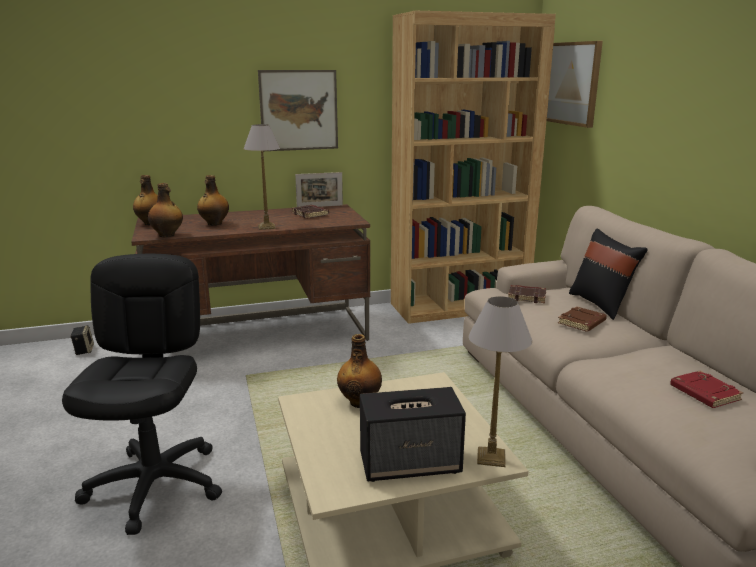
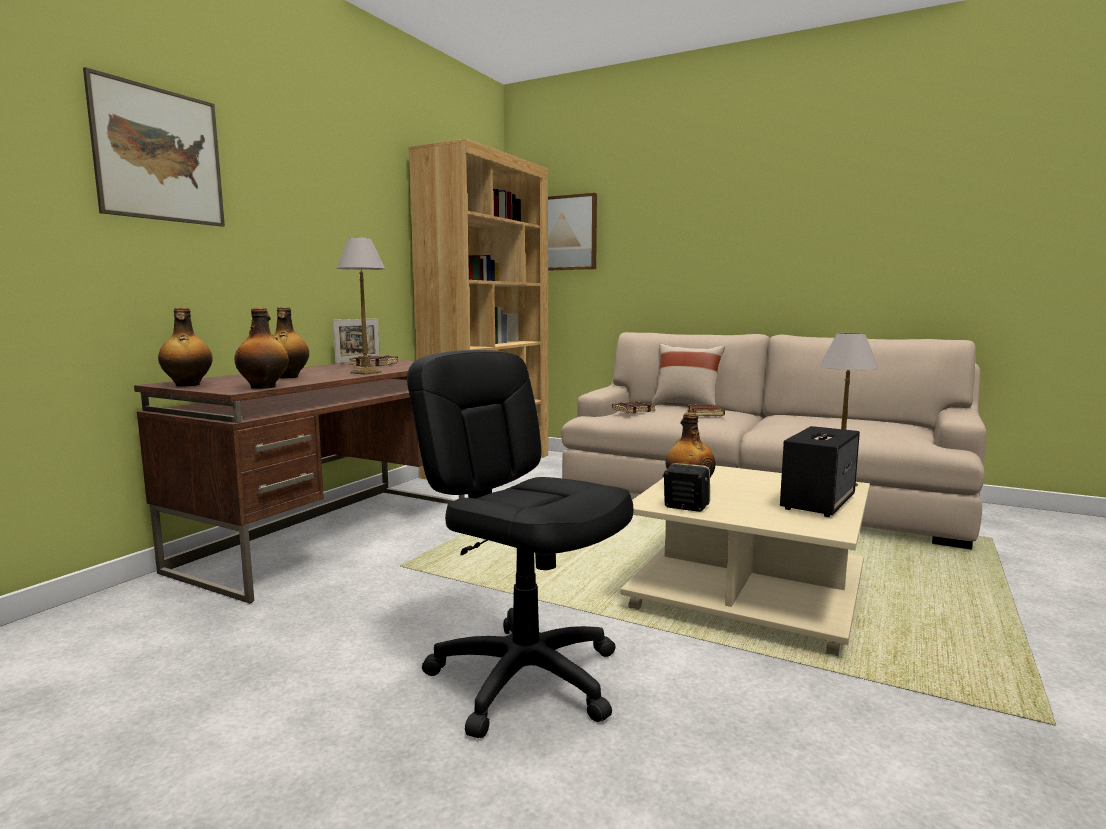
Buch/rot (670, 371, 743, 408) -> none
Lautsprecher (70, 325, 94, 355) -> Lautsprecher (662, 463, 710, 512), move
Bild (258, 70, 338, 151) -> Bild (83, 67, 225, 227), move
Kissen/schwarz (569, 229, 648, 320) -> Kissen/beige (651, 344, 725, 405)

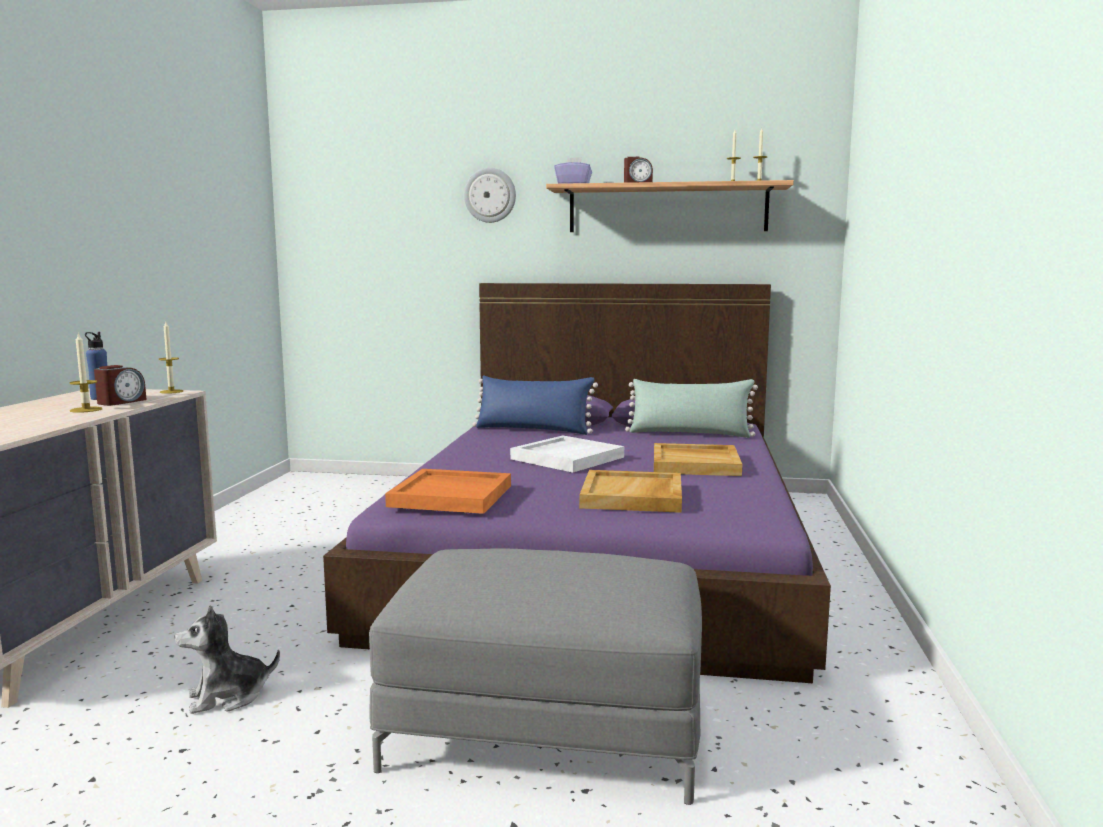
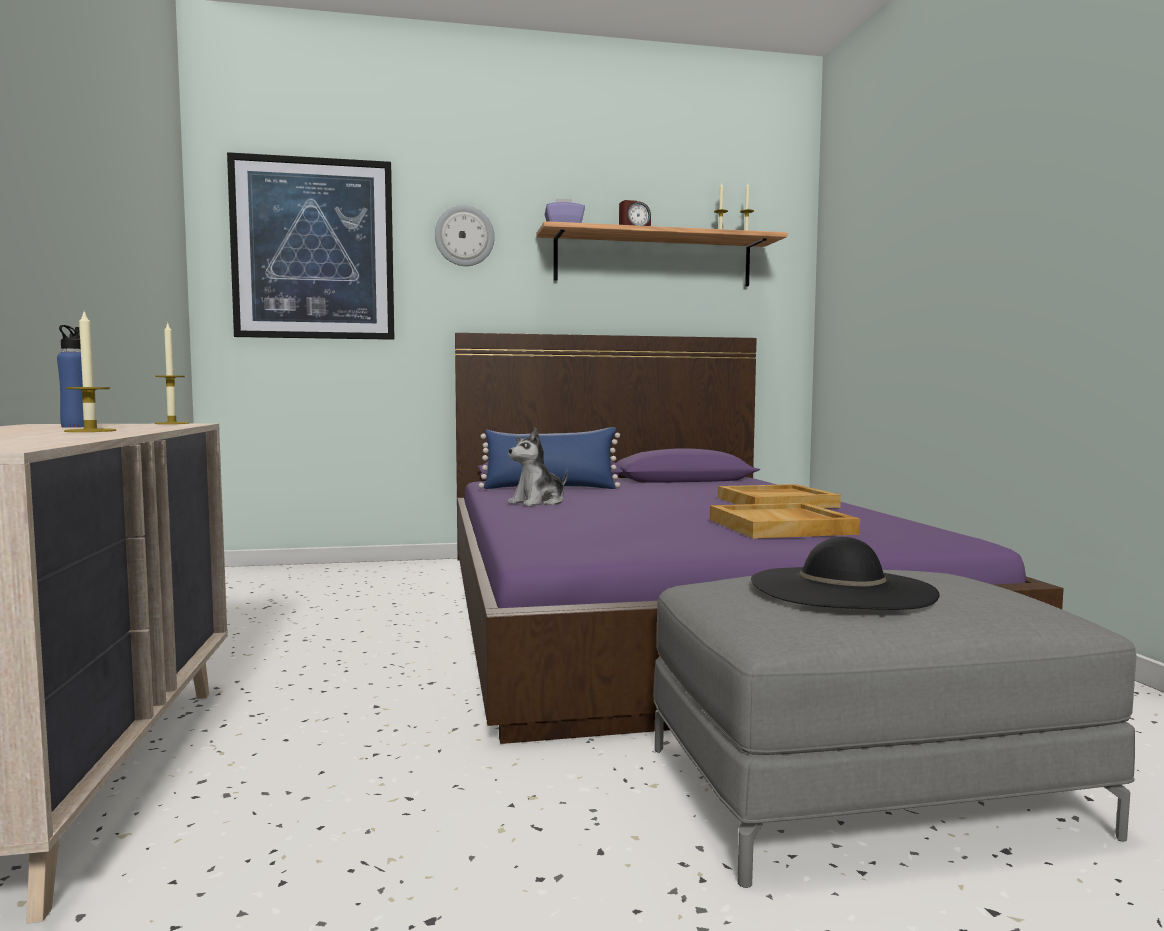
Wecker (94, 365, 147, 406) -> none
Tablett/orange (385, 469, 511, 514) -> none
Tablett/weiß (510, 436, 624, 473) -> none
Kissen/grün (625, 379, 758, 438) -> none
none -> Bild (227, 152, 395, 340)
none -> Hut/schwarz (751, 537, 940, 610)
Plüschtier (174, 606, 280, 714) -> Plüschtier (508, 428, 567, 507), move

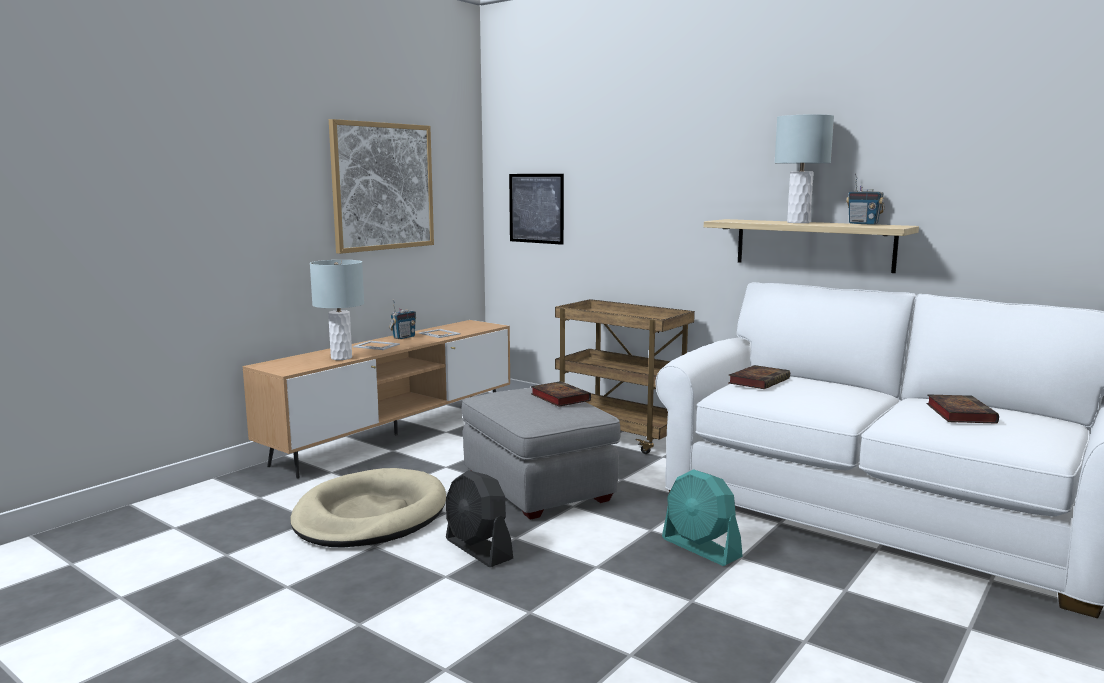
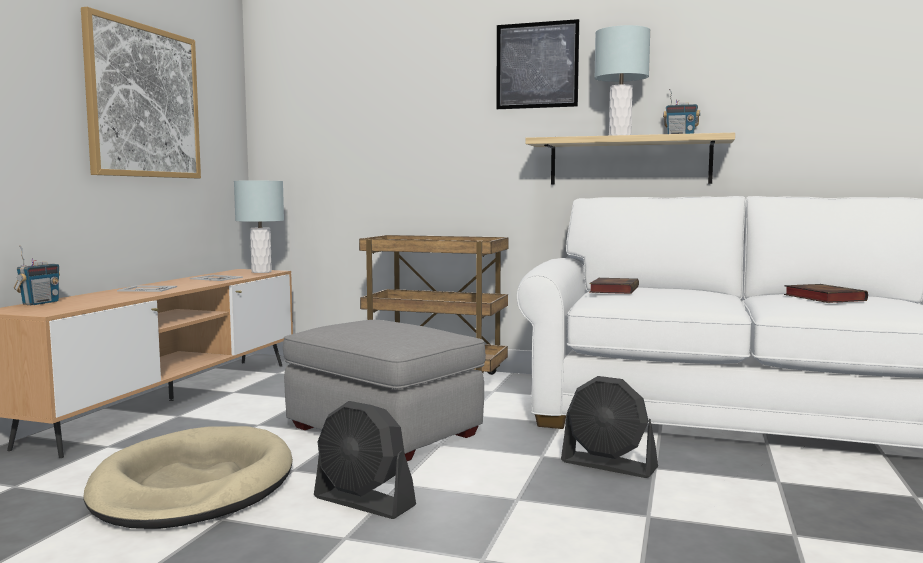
Buch (531, 381, 591, 407) -> none
Tischlampe/grau (310, 260, 364, 360) -> Tischlampe/grau (234, 181, 284, 273), move
Radio (389, 299, 416, 339) -> Radio (14, 245, 60, 305), move
Bild (509, 174, 564, 245) -> Bild (496, 19, 579, 109), move
Ventilator/türkis (662, 469, 743, 566) -> Ventilator/schwarz (561, 376, 658, 478)

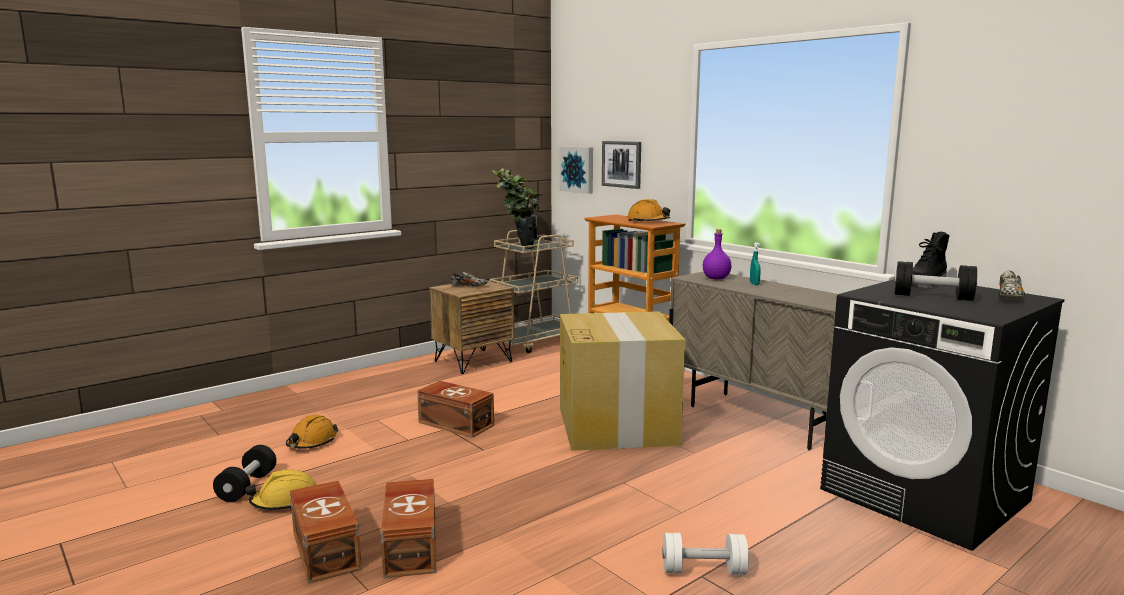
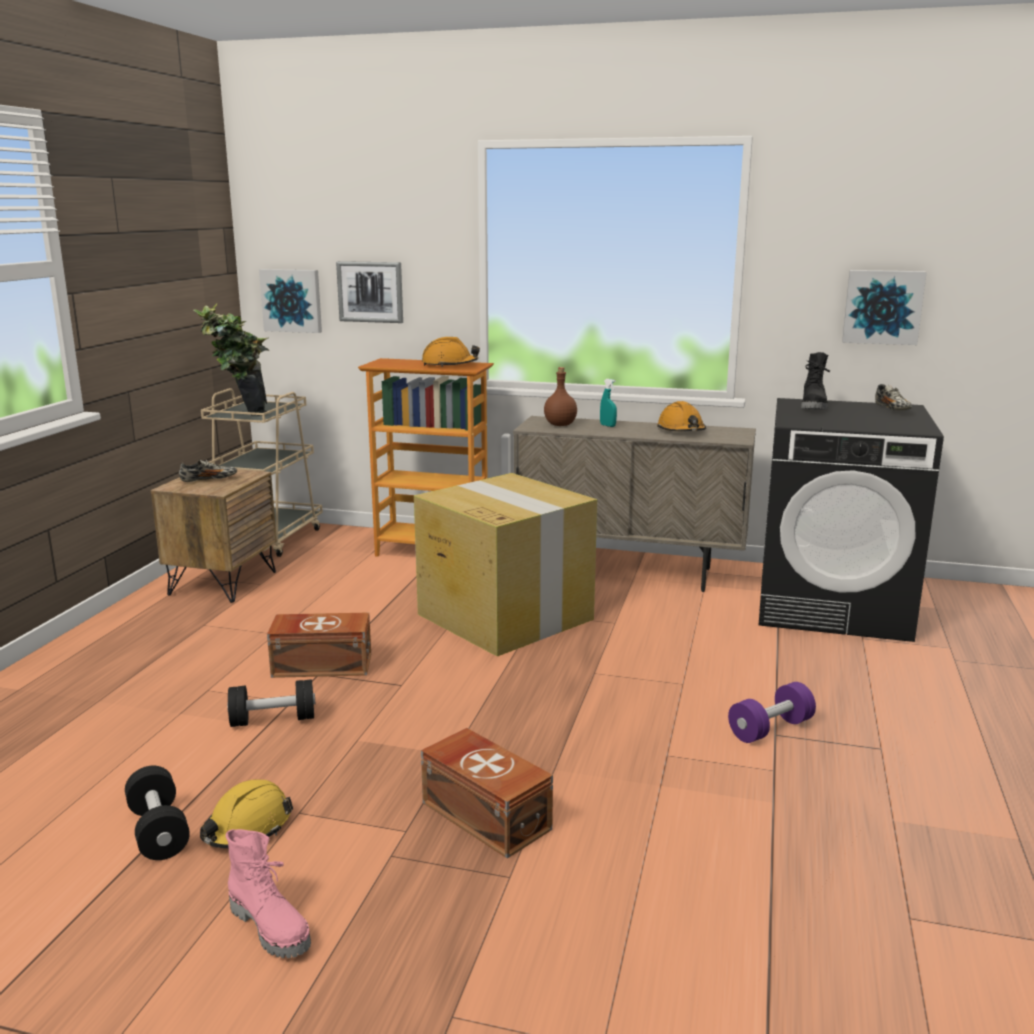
Aufbewahrungsbox/braun (290, 481, 362, 584) -> none
none -> Stiefel/rosa (225, 829, 311, 958)
none -> Bild (842, 270, 927, 345)
Schutzhelm/orange (286, 415, 338, 449) -> Schutzhelm/orange (657, 401, 706, 431), move
Hantel/schwarz (894, 261, 977, 301) -> Hantel/schwarz (227, 679, 315, 727), move
Hantel/weiß (662, 533, 749, 575) -> Hantel/lila (728, 682, 816, 743)
Flasche/lila (703, 229, 731, 280) -> Flasche/braun (544, 367, 577, 426)

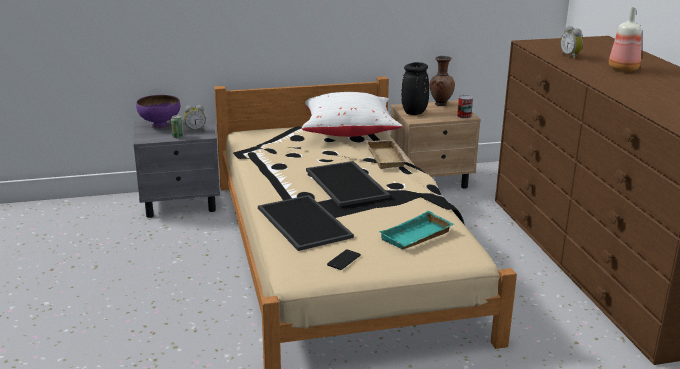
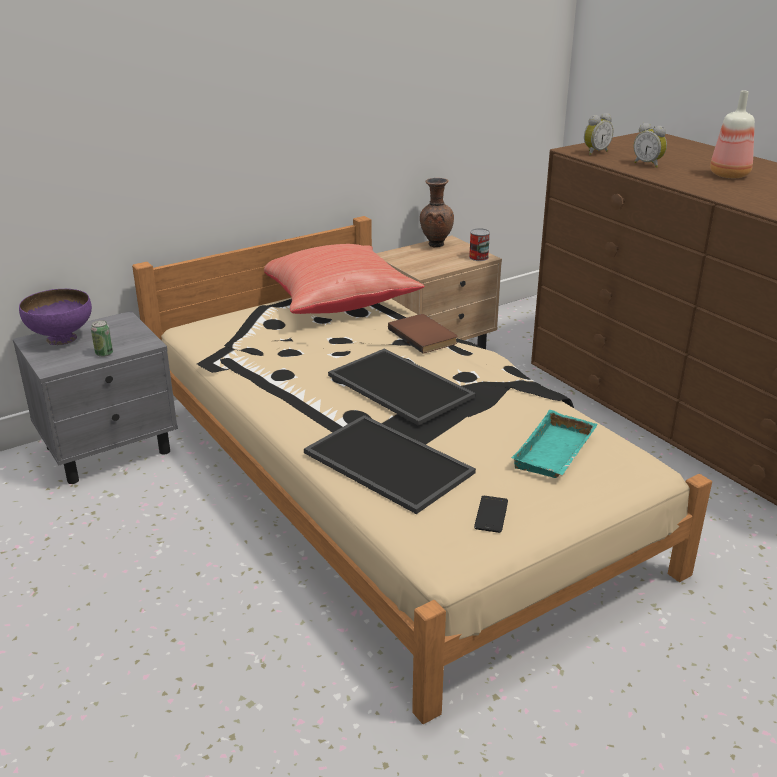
Vase/schwarz (401, 62, 429, 115) -> none
Wecker (184, 105, 206, 132) -> Wecker (584, 113, 613, 155), move
Tablett/beige (366, 140, 409, 169) -> Buch/braun (388, 314, 458, 353)
Kissen/weiß (302, 92, 403, 137) -> Kissen/rot (264, 244, 425, 314)

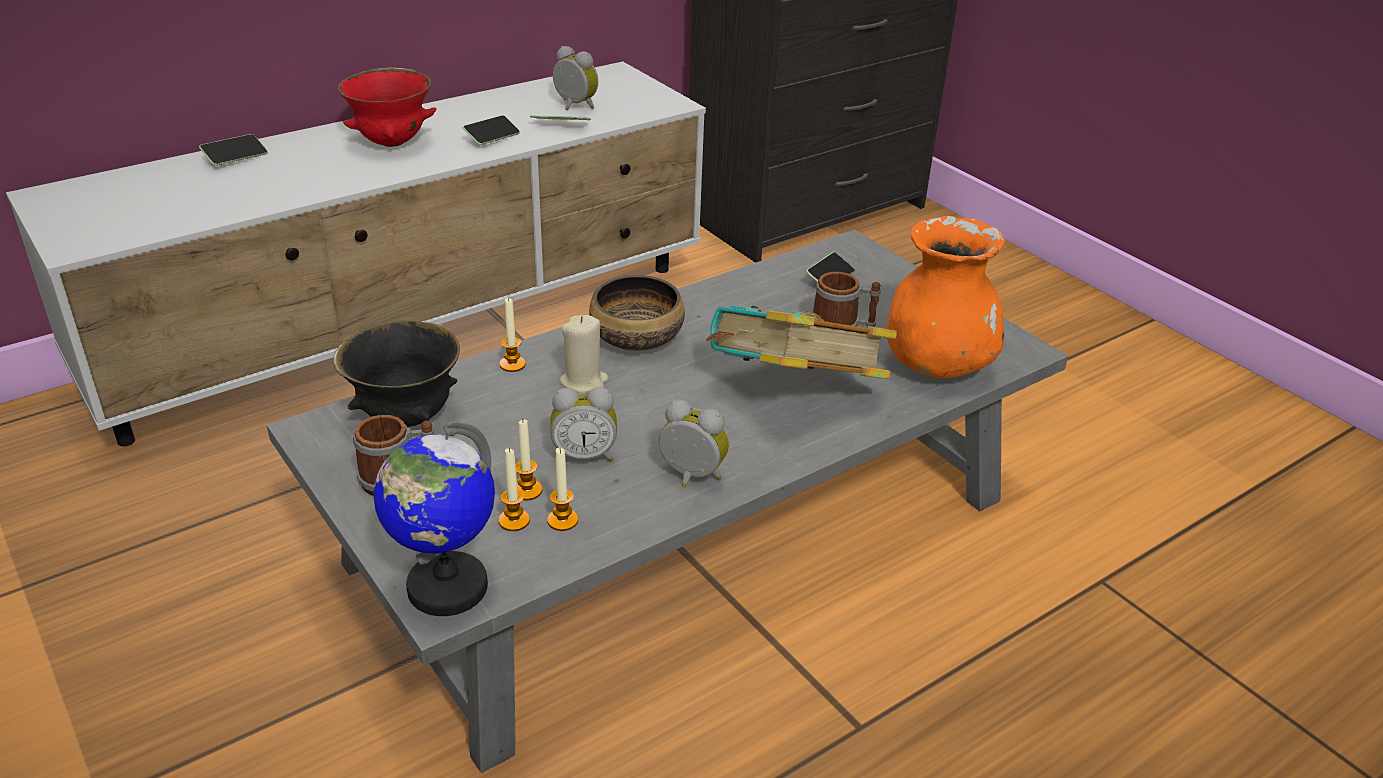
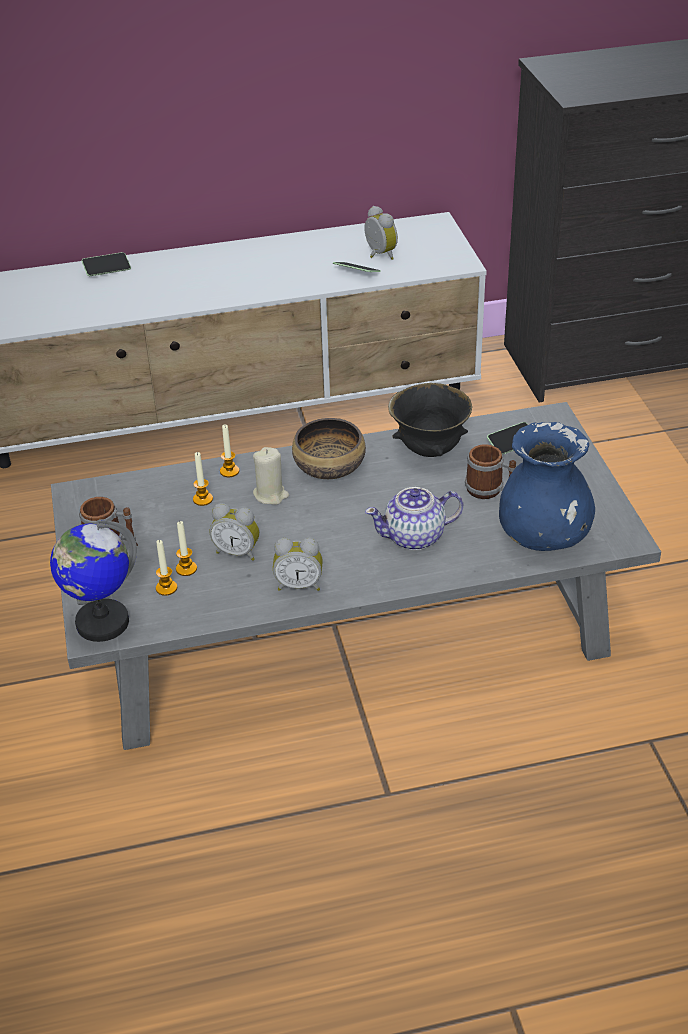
Schüssel/rot (338, 67, 436, 147) -> none
Handy (463, 115, 520, 145) -> none
Schüssel/schwarz (333, 320, 460, 427) -> Schüssel/schwarz (388, 383, 472, 457), move
Kerze (547, 448, 578, 531) -> Kerze (193, 452, 213, 506), move
Buch (706, 305, 897, 379) -> Teekanne (365, 487, 463, 550)
Vase/orange (887, 216, 1005, 378) -> Vase/blau (499, 422, 595, 551)
Wecker (659, 400, 729, 488) -> Wecker (273, 538, 323, 591), 135 degrees clockwise

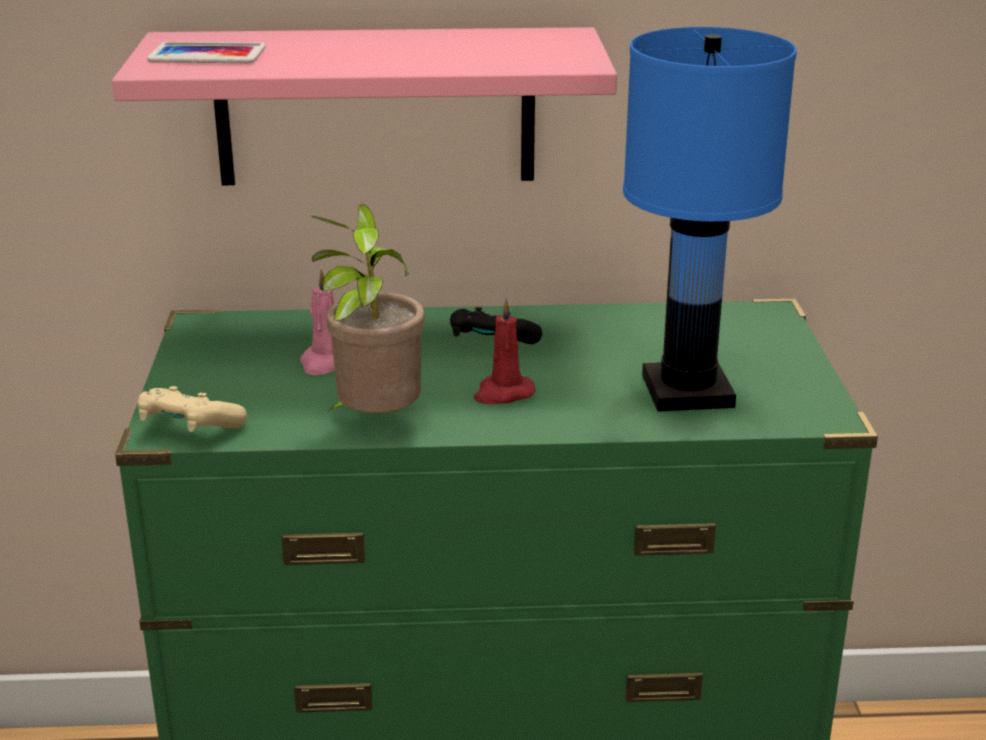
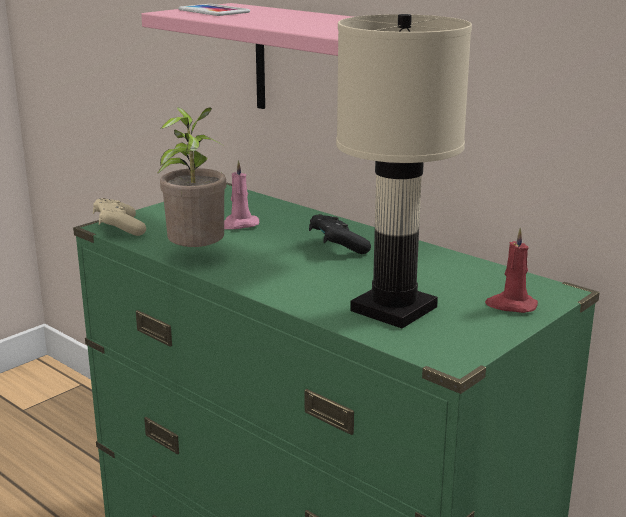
Kerze/rot (473, 298, 535, 404) -> Kerze/rot (485, 228, 538, 313), move
Tischlampe/blau (623, 27, 797, 411) -> Tischlampe/beige (336, 14, 472, 328)

